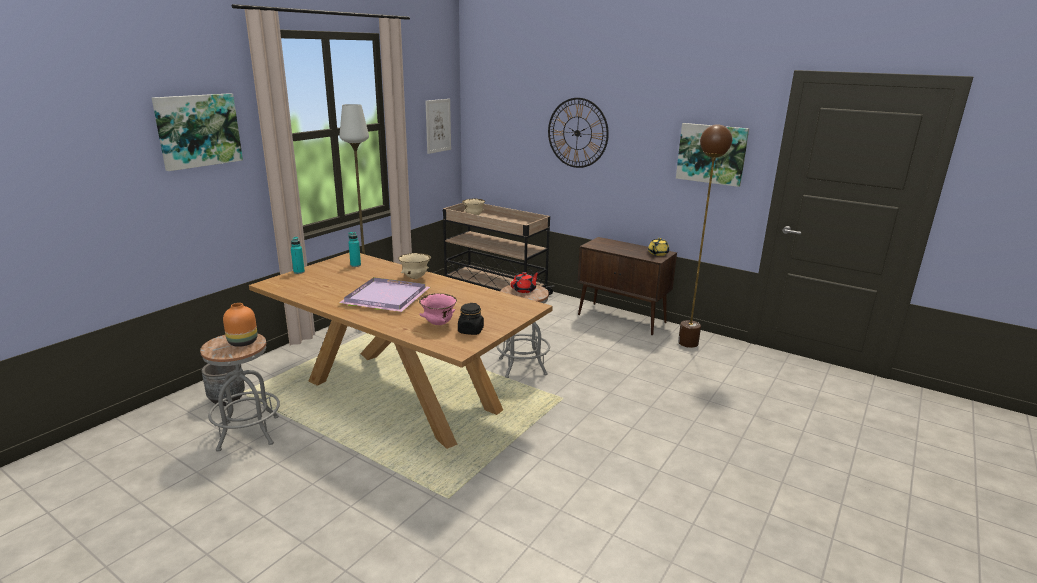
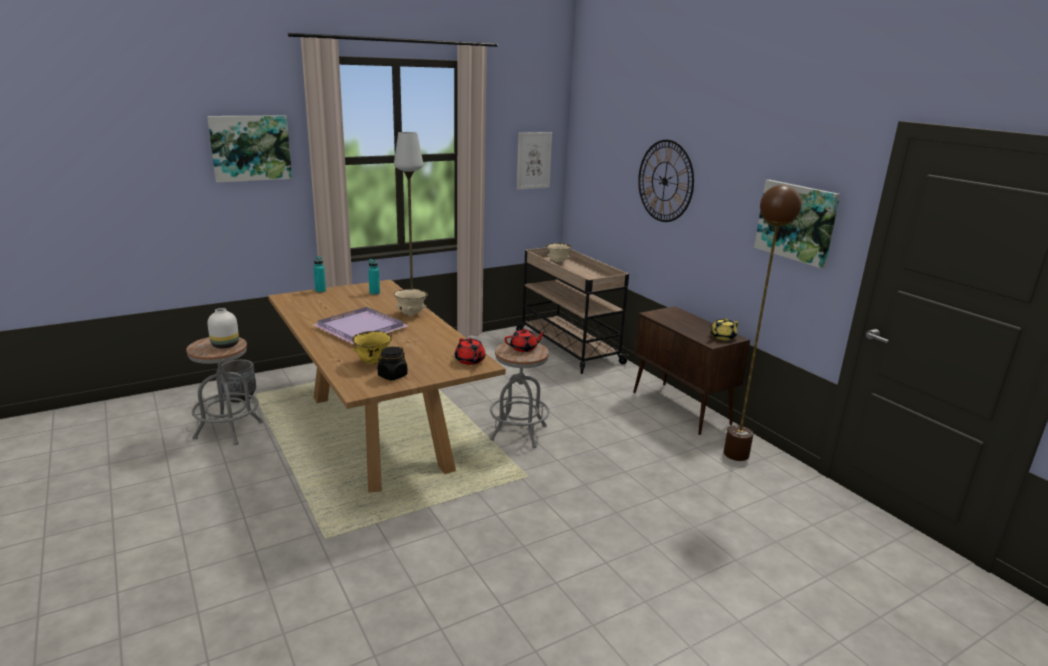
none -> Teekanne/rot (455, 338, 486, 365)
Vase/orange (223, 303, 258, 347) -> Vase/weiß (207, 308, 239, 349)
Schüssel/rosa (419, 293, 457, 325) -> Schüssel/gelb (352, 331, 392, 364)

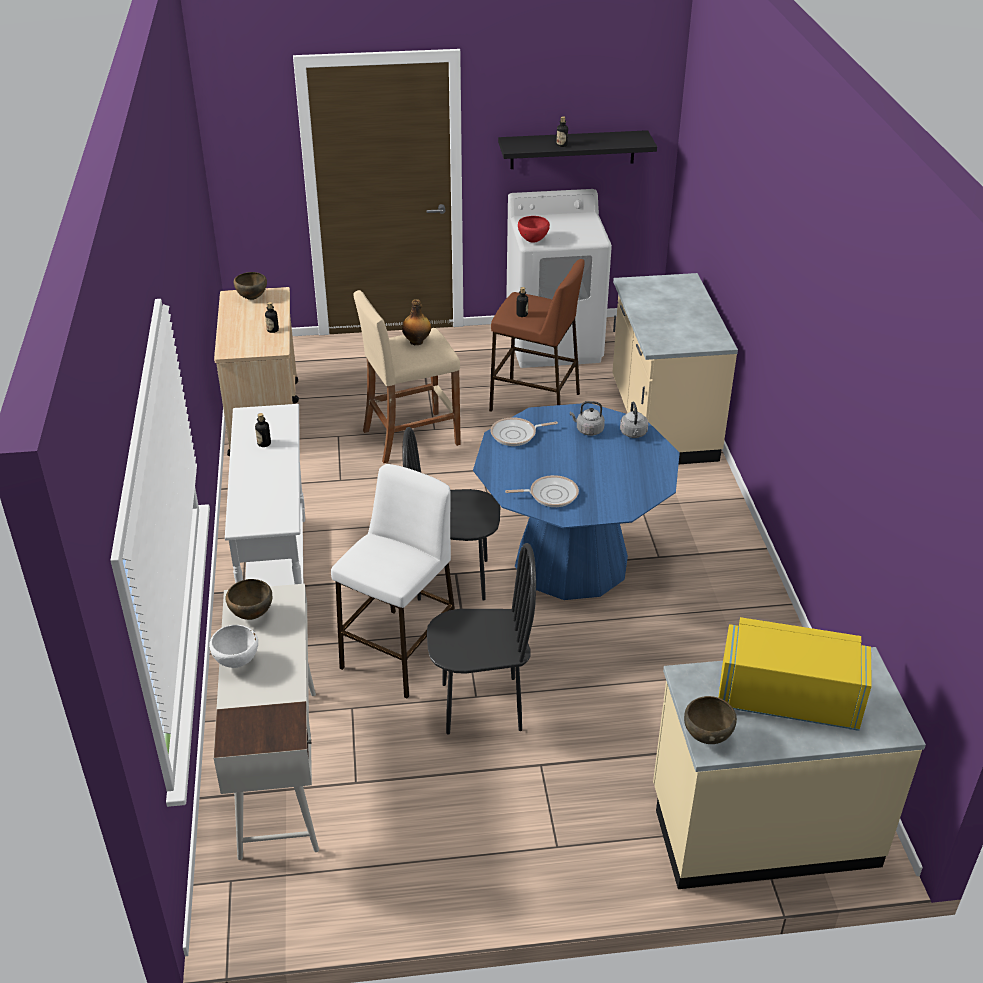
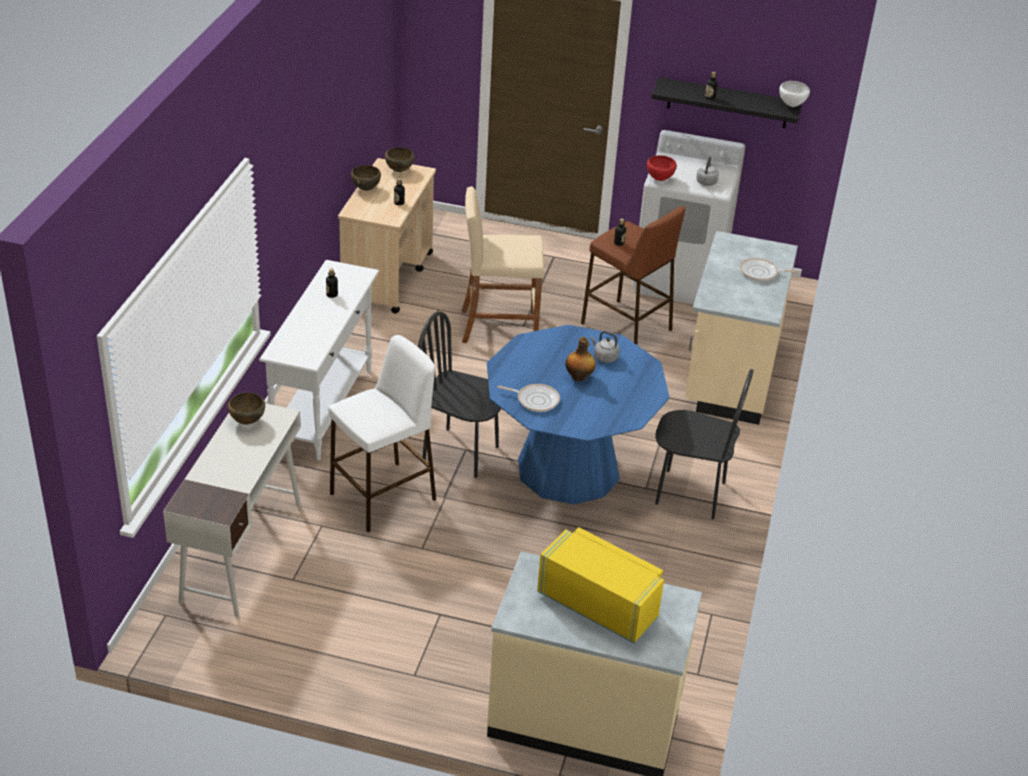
Schüssel/weiß (209, 625, 258, 668) -> Schüssel/weiß (779, 81, 810, 107), move
Flasche (402, 299, 431, 345) -> Flasche (565, 337, 596, 381), move
Stuhl/schwarz (427, 543, 536, 734) -> Stuhl/schwarz (655, 369, 754, 519), move
Pfanne (490, 417, 558, 446) -> Pfanne (740, 258, 798, 281), move
Wasserkessel/grau (620, 402, 648, 438) -> Wasserkessel/grau (696, 157, 719, 186), move
Schüssel/braun (684, 696, 737, 744) -> Schüssel/braun (351, 165, 381, 191), move

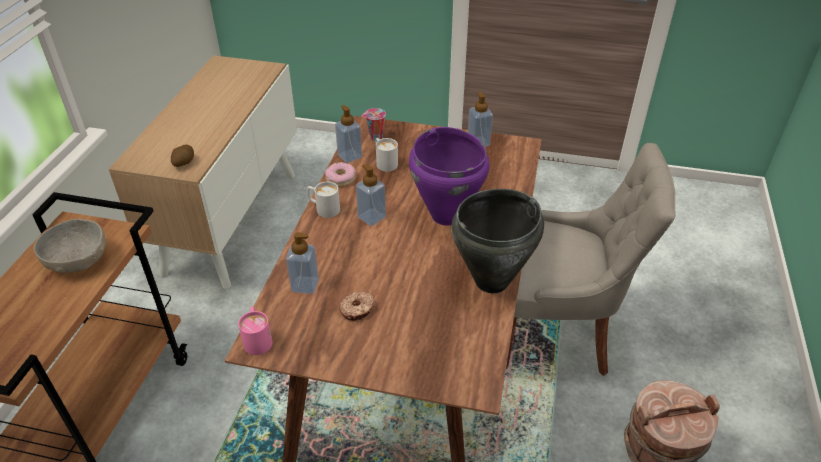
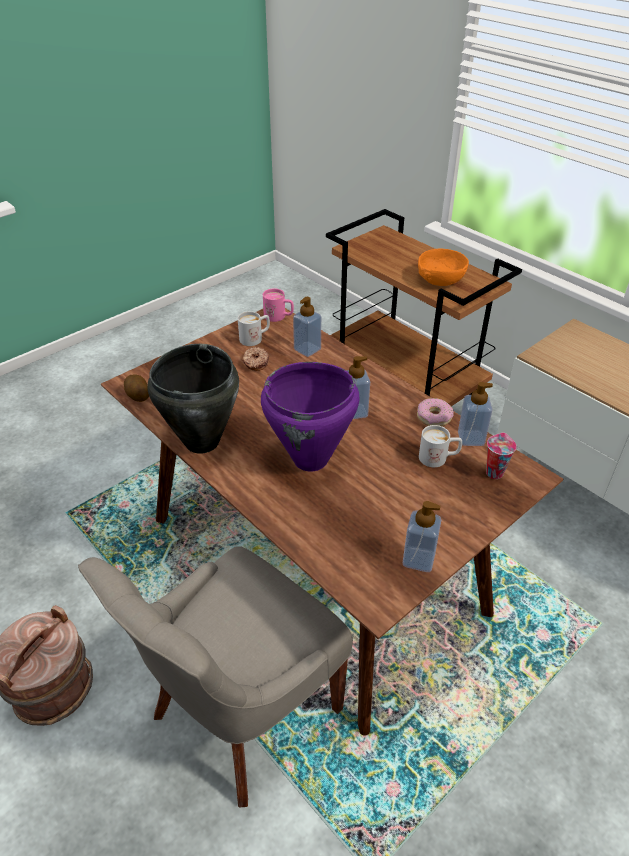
Kartoffel (171, 145, 194, 167) -> Kartoffel (124, 375, 149, 402), move
Henkelbecher/weiß (307, 182, 340, 218) -> Henkelbecher/weiß (238, 311, 270, 346), move
Schüssel/grau (34, 219, 106, 273) -> Schüssel/orange (418, 249, 469, 286)

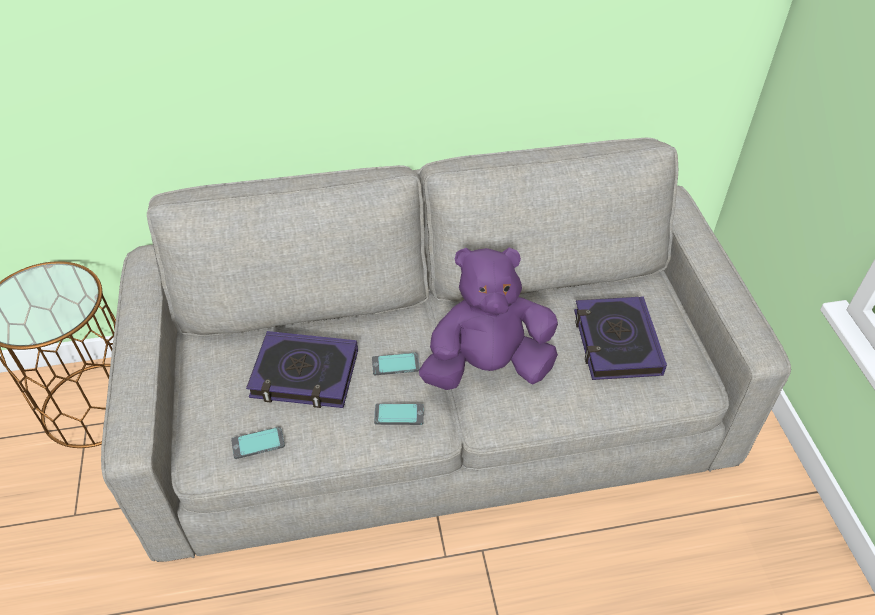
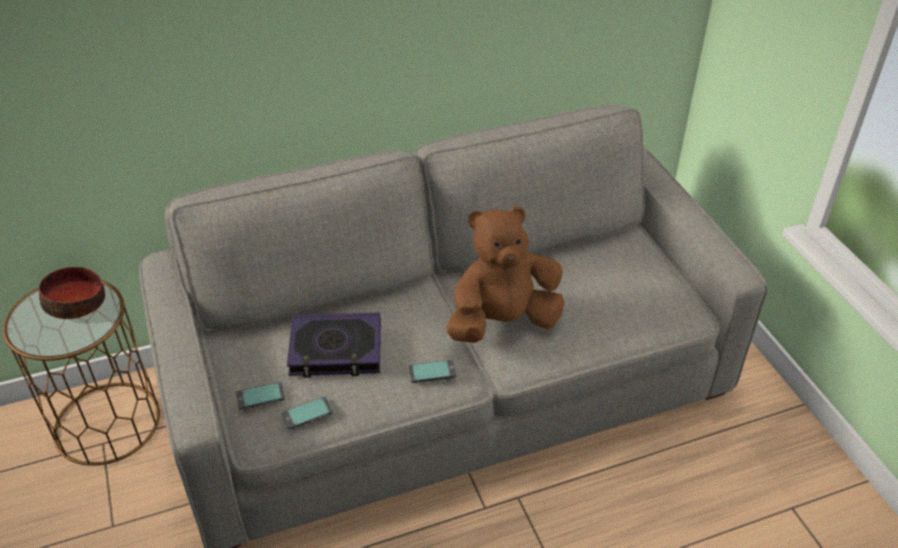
Buch (574, 296, 667, 380) -> none
none -> Schüssel (39, 267, 105, 319)
Handy (372, 353, 420, 375) -> Handy (236, 382, 285, 410), move
Plüschtier/lila (419, 248, 558, 390) -> Plüschtier/braun (446, 206, 564, 343)

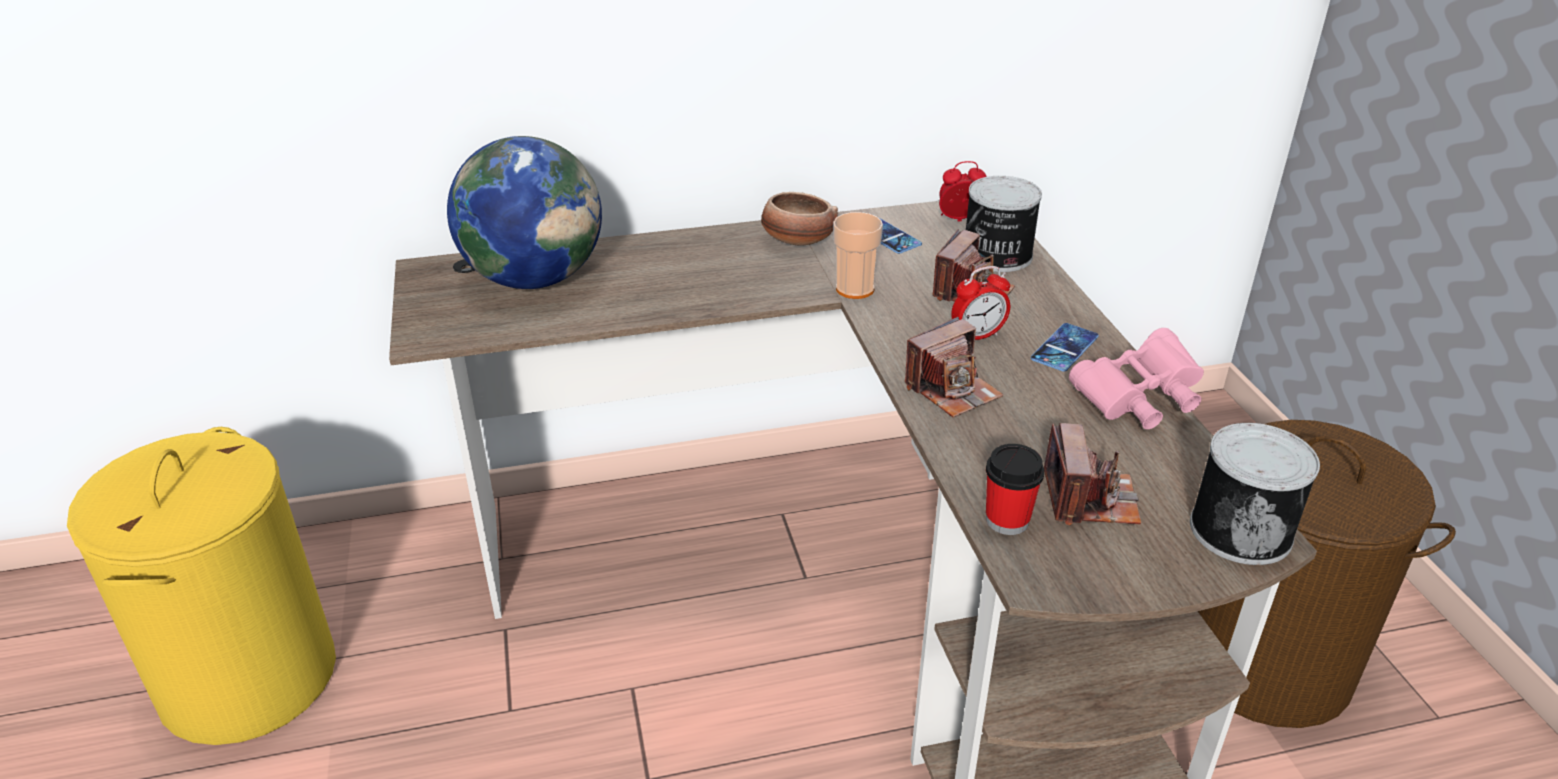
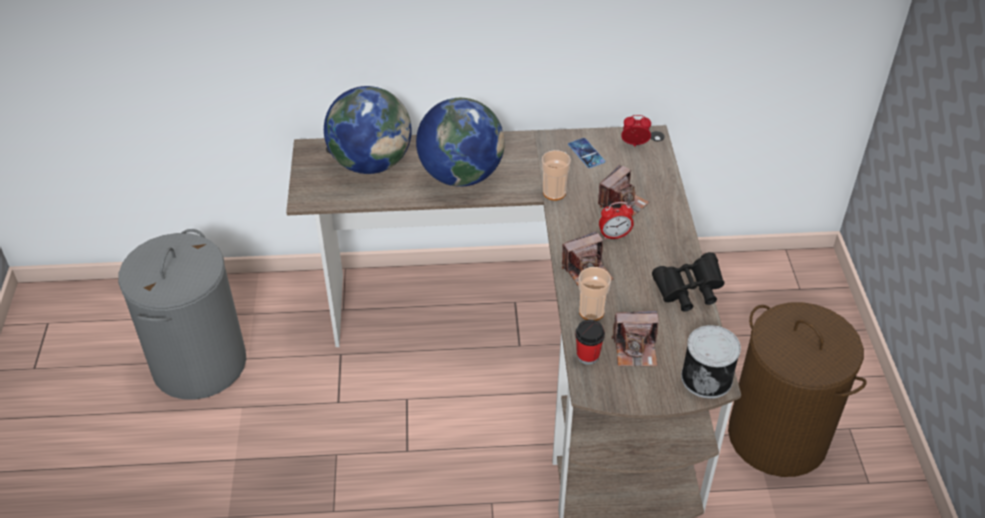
Schüssel (761, 192, 838, 246) -> none
Dose (966, 176, 1042, 272) -> none
Handy (1031, 323, 1099, 372) -> none
none -> Globus (416, 98, 505, 187)
none -> Tasse (578, 267, 611, 321)
Wäschekorb/gelb (67, 427, 336, 745) -> Wäschekorb/grau (118, 229, 246, 400)
Fernglas/rosa (1069, 328, 1204, 430) -> Fernglas/schwarz (652, 252, 725, 311)
Kamera (1044, 423, 1141, 526) -> Kamera (612, 311, 659, 366), 75 degrees clockwise

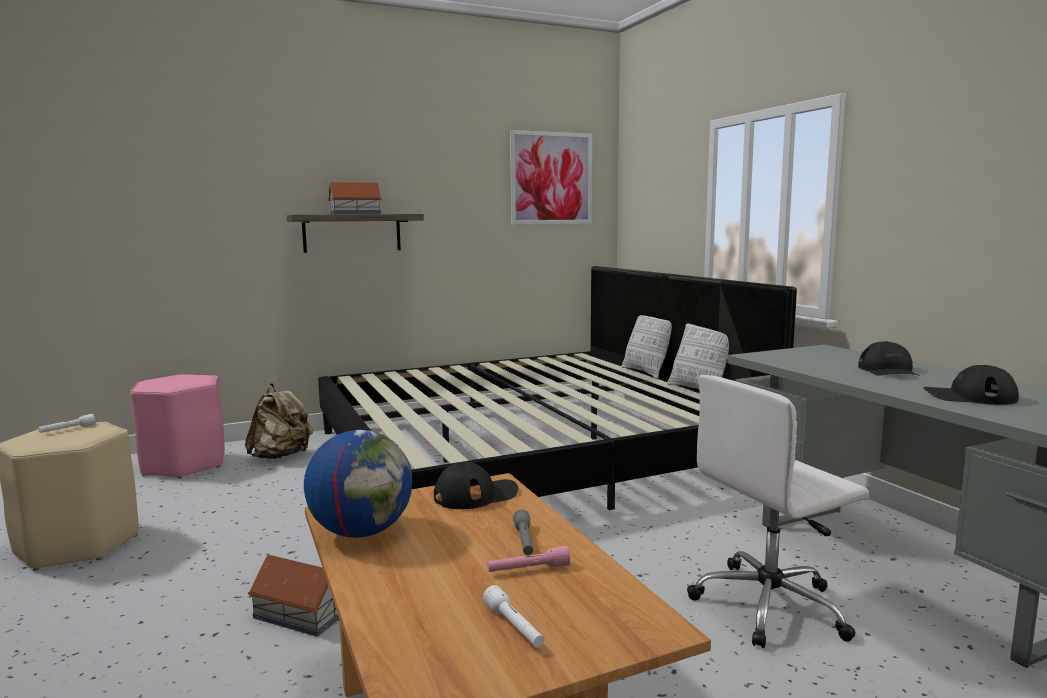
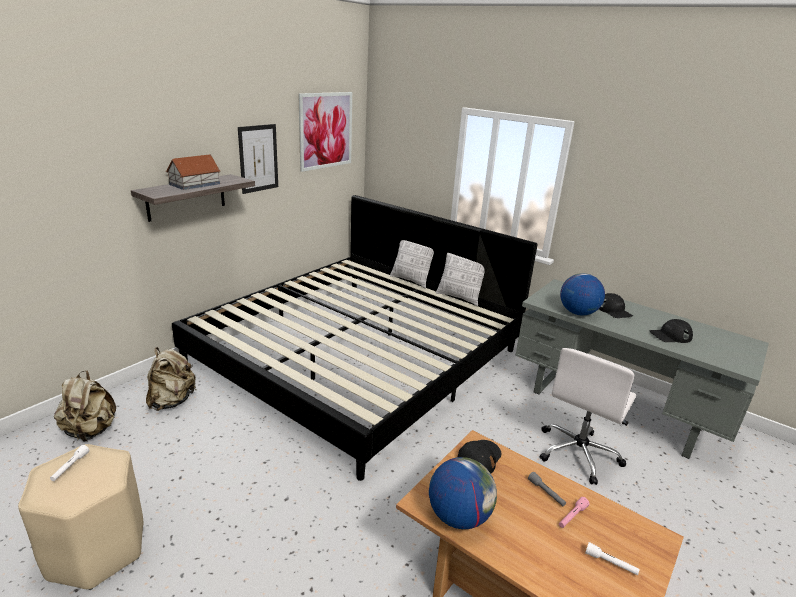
Spielzeughaus (248, 555, 339, 637) -> none
none -> Bild (238, 124, 278, 194)
none -> Globus (560, 273, 605, 316)
Hocker/rosa (130, 374, 225, 479) -> Rucksack/beige (54, 370, 116, 442)

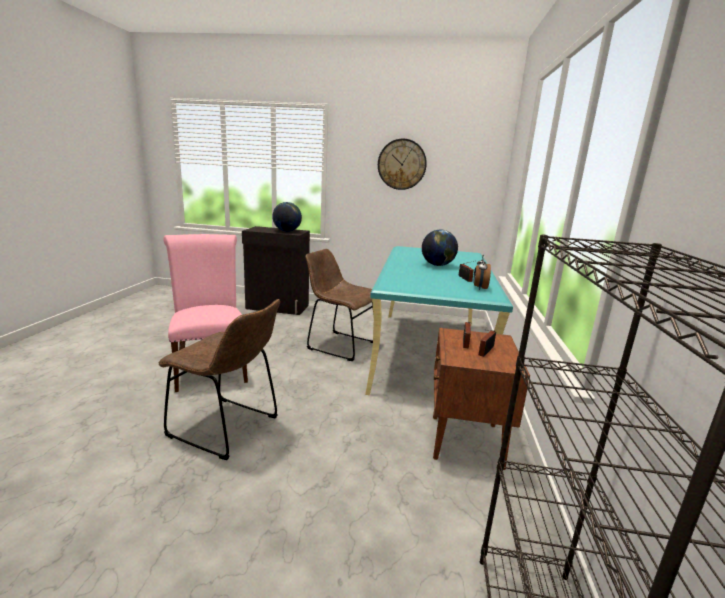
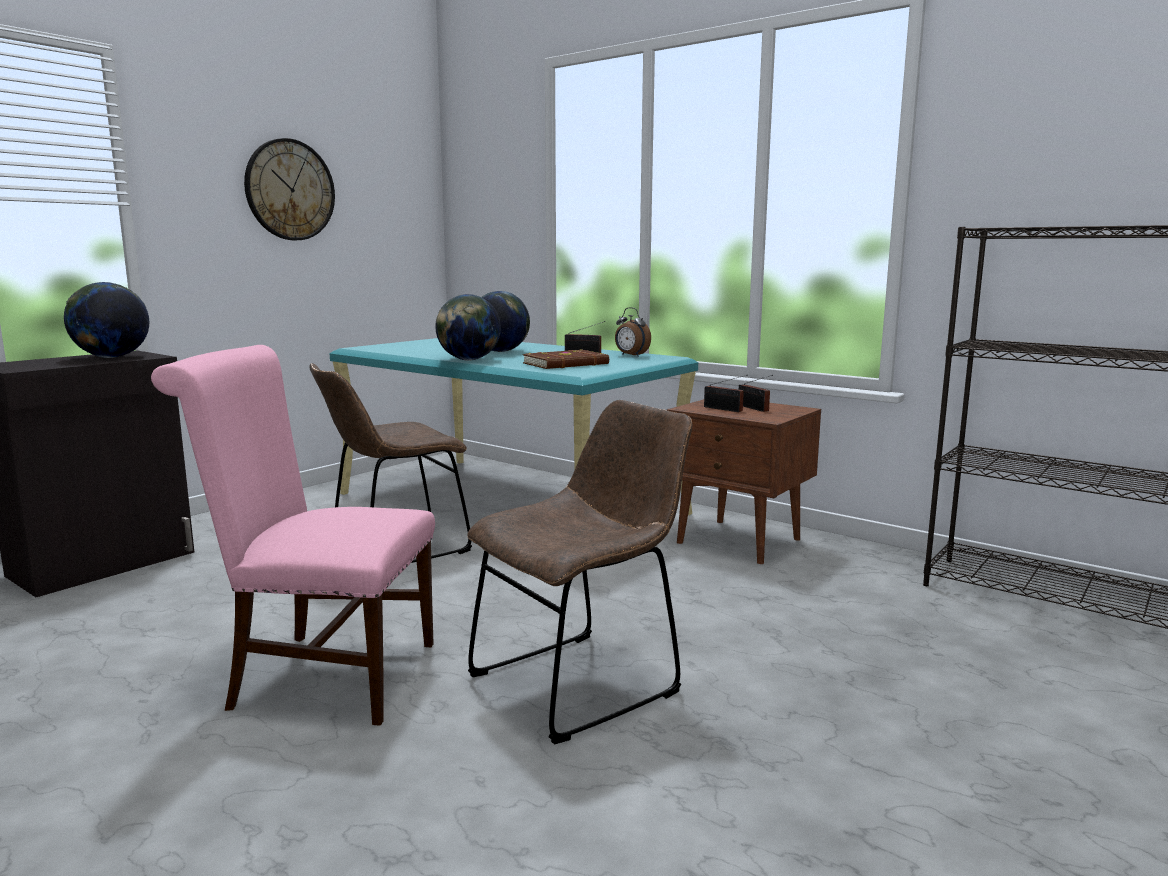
none -> Globus (436, 294, 501, 361)
none -> Buch/braun (523, 349, 609, 369)

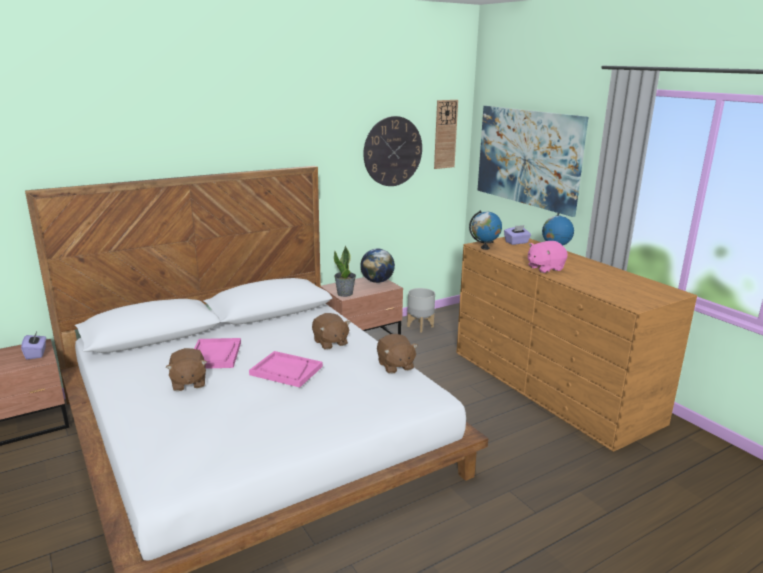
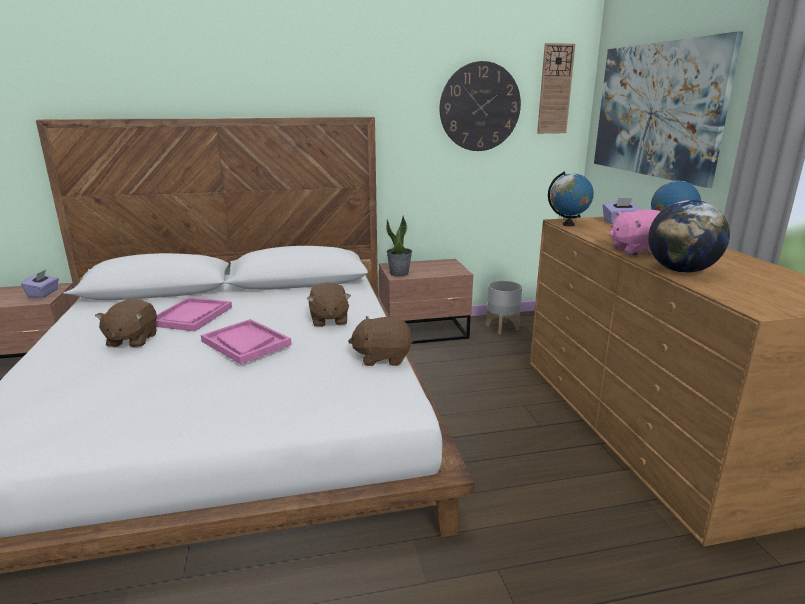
Globus (360, 248, 395, 283) -> Globus (648, 200, 730, 273), move
Plüschtier/braun (377, 334, 418, 374) -> Plüschtier/braun (348, 316, 413, 366), 90 degrees clockwise

